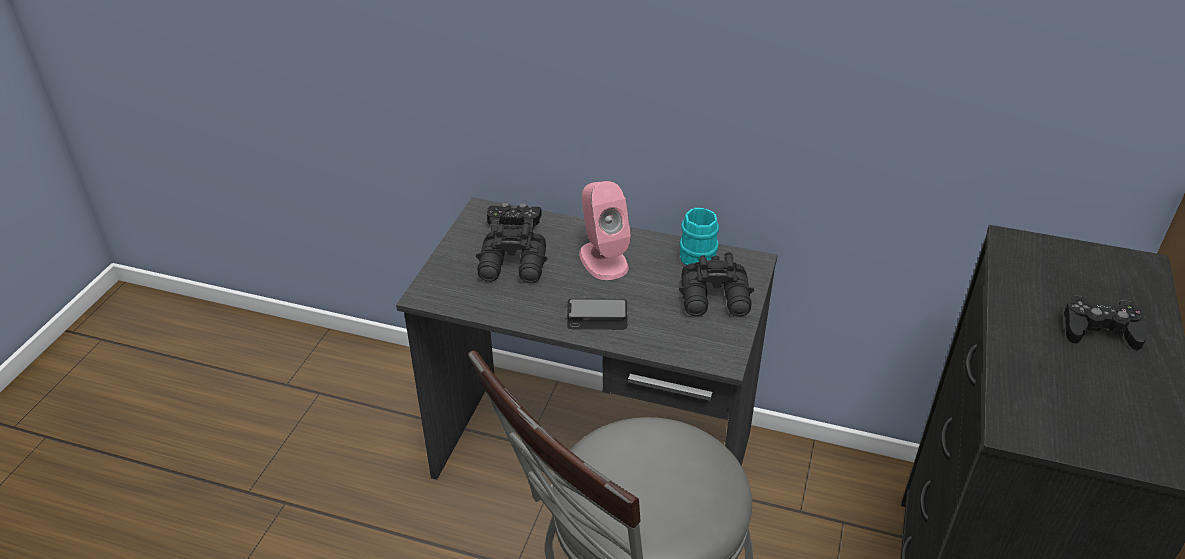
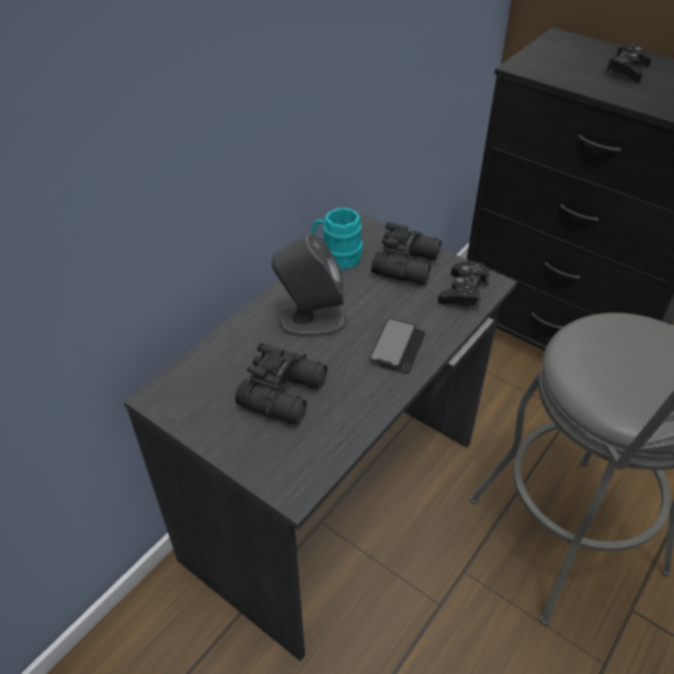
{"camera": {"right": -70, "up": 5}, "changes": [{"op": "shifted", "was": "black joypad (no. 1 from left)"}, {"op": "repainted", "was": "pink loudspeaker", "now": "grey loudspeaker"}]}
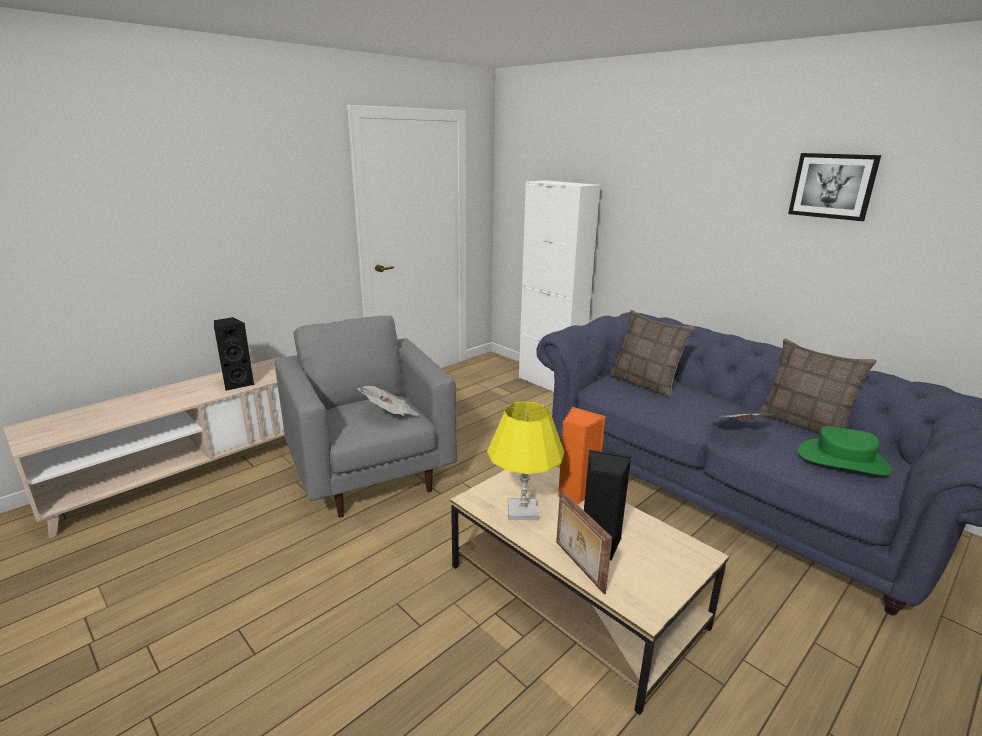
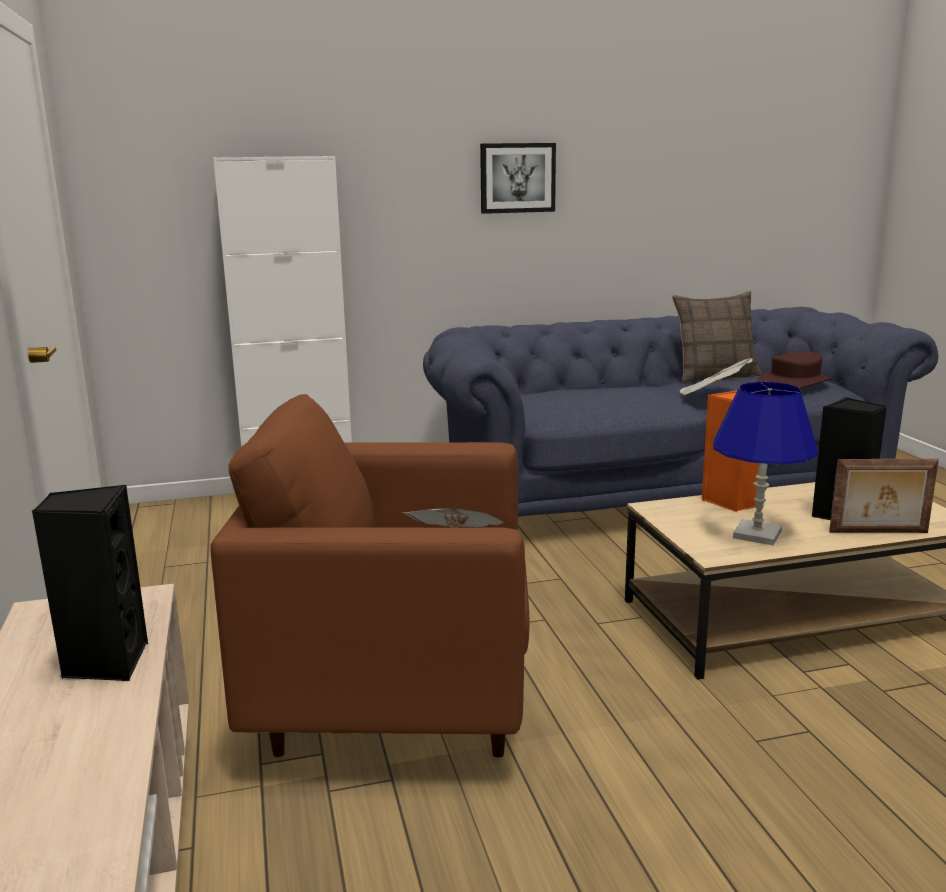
{"camera": {"right": -60, "up": -5}, "changes": [{"op": "gone", "was": "cushion (no. 1 from left)"}, {"op": "shifted", "was": "picture"}, {"op": "repainted", "was": "grey armchair", "now": "brownish armchair"}, {"op": "repainted", "was": "yellow-coloured lamp for a table", "now": "blue lamp for a table"}, {"op": "repainted", "was": "green wearable hat", "now": "brownish wearable hat"}]}
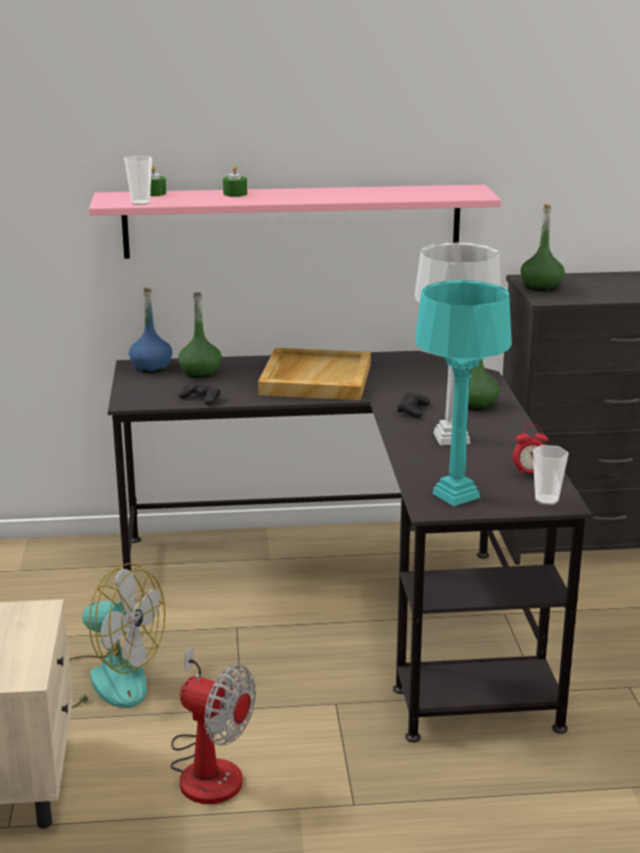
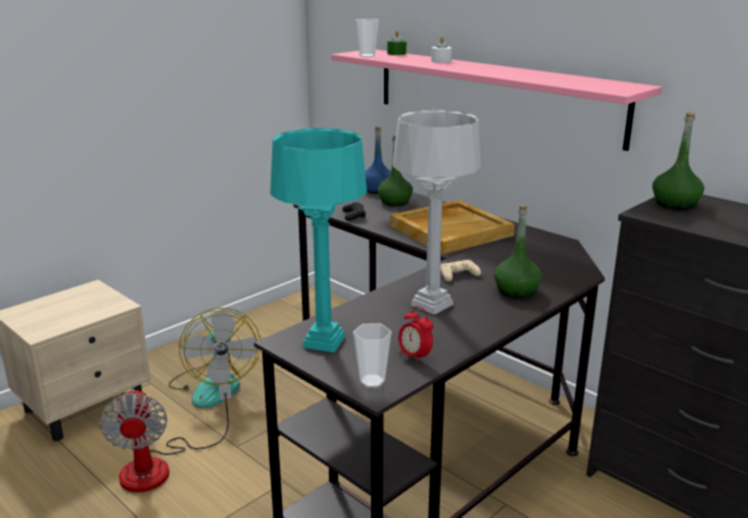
{"camera": {"right": 50, "up": 0}, "changes": [{"op": "repainted", "was": "green wax light (no. 2 from left)", "now": "whitish wax light"}, {"op": "repainted", "was": "black joypad (no. 2 from left)", "now": "beige-coloured joypad"}]}
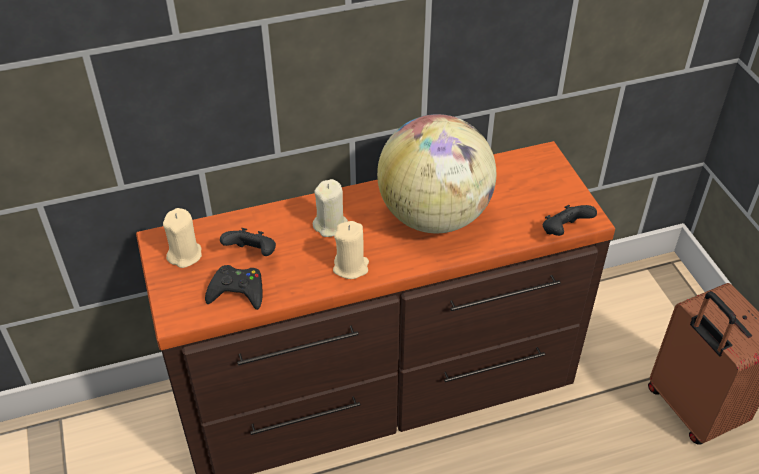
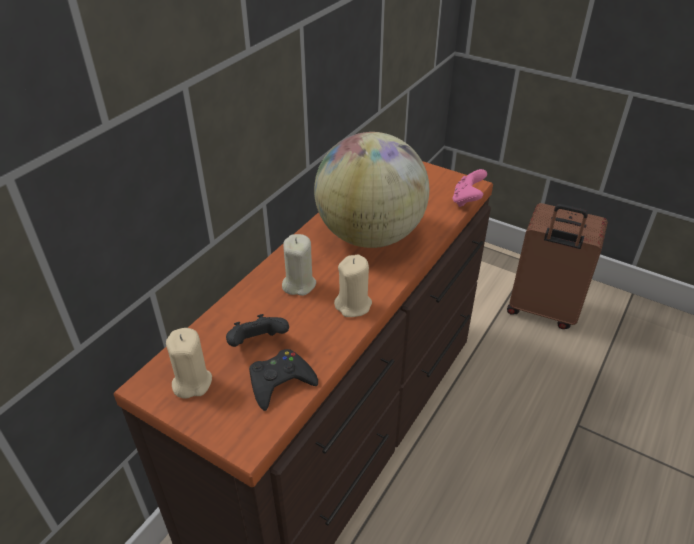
{"camera": {"right": -40, "up": -5}, "changes": [{"op": "repainted", "was": "black joypad (no. 3 from left)", "now": "pink joypad"}]}
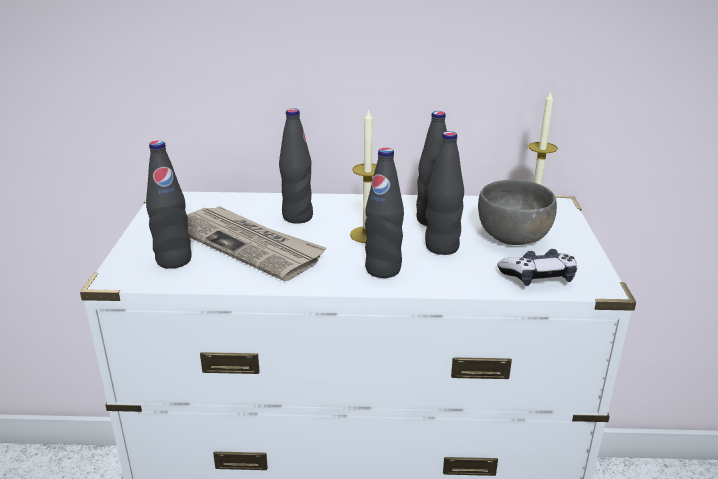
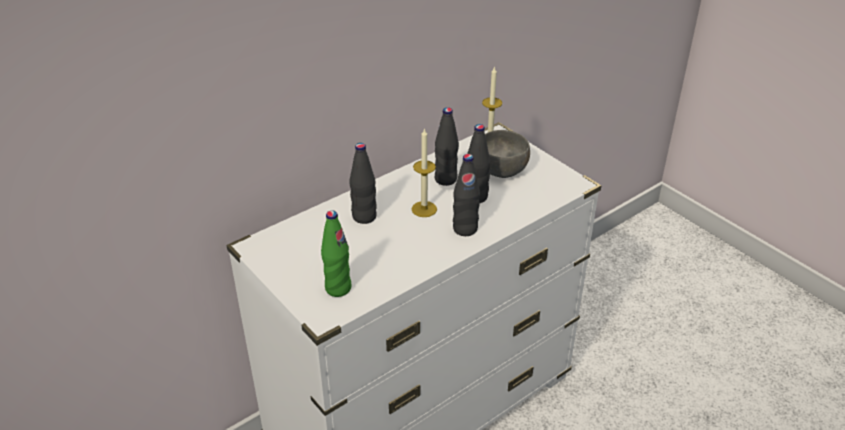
{"camera": {"right": -40, "up": 10}, "changes": [{"op": "gone", "was": "daily paper"}, {"op": "gone", "was": "joypad"}, {"op": "repainted", "was": "black bottle (no. 1 from left)", "now": "green bottle"}]}
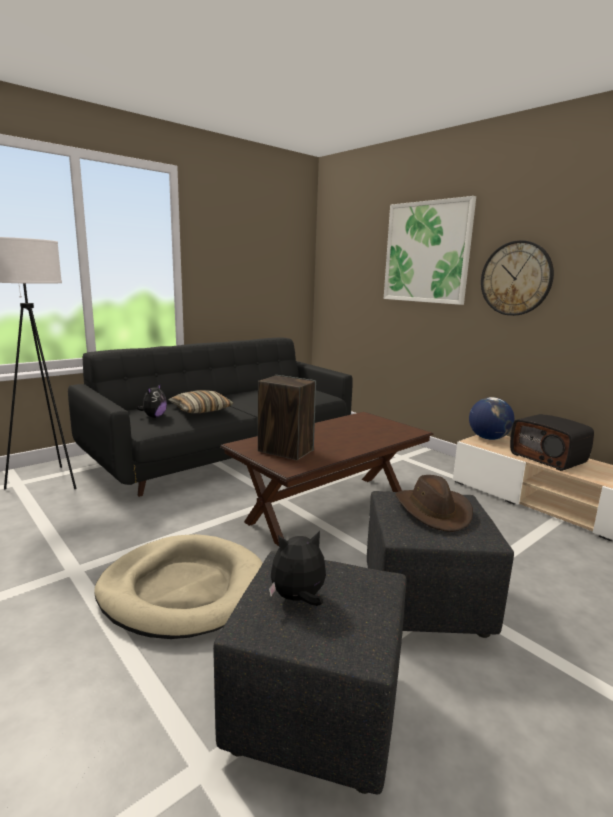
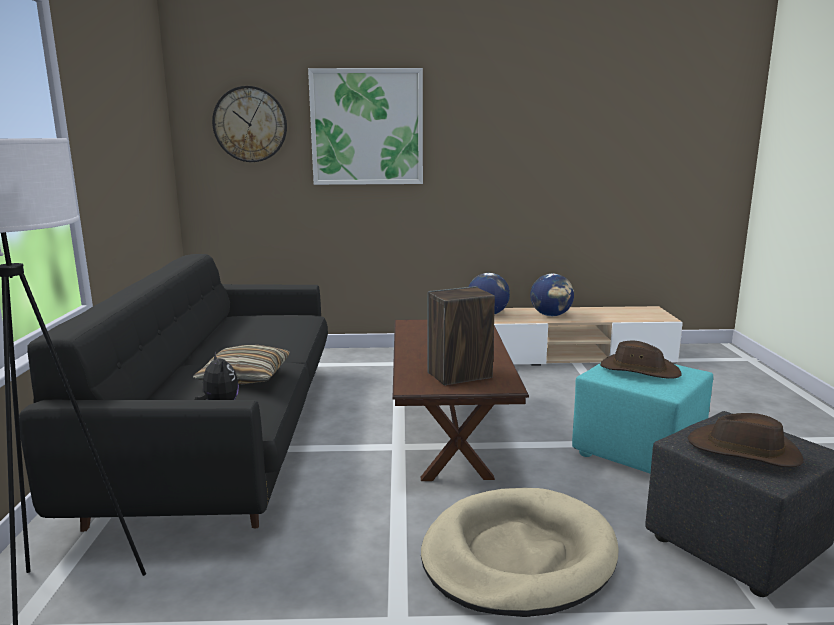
{"camera": {"right": -50, "up": 0}, "changes": [{"op": "shifted", "was": "clock on the wall"}, {"op": "swapped", "was": "cuddly toy (no. 2 from left)", "now": "brownish wearable hat (no. 2 from left)"}, {"op": "swapped", "was": "radio", "now": "world globe (no. 2 from left)"}, {"op": "repainted", "was": "black pouffe (no. 2 from left)", "now": "turquoise pouffe"}]}
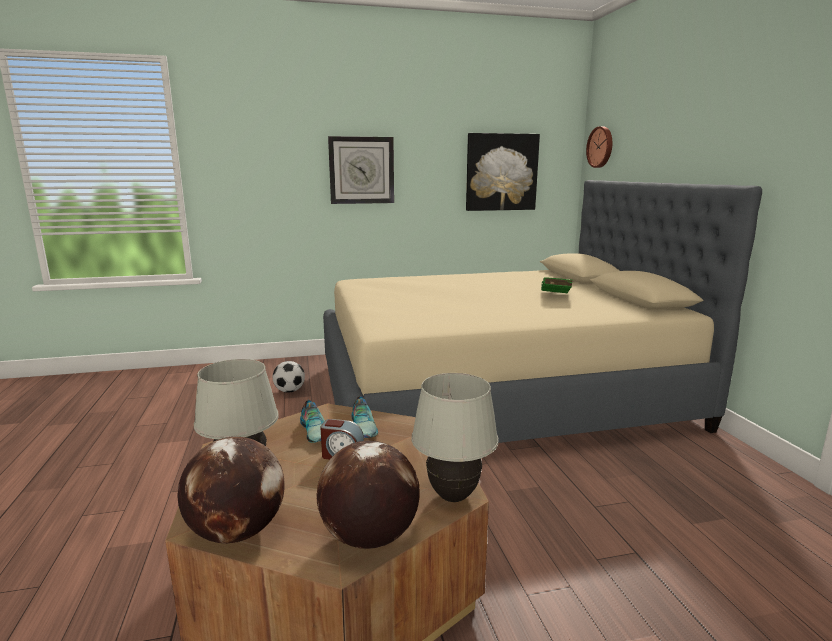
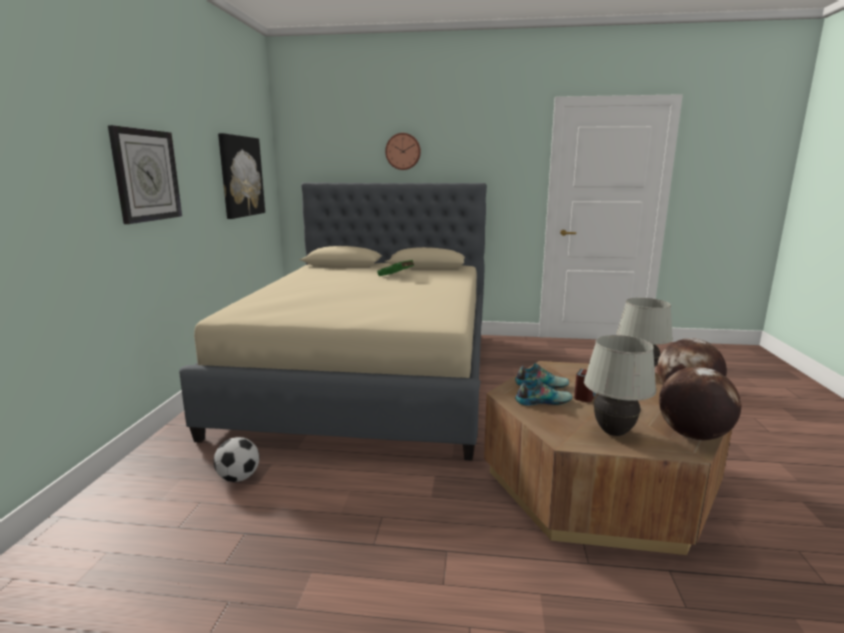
{"camera": {"right": -70, "up": 0}, "changes": [{"op": "shifted", "was": "clock on the wall (no. 2 from left)"}]}
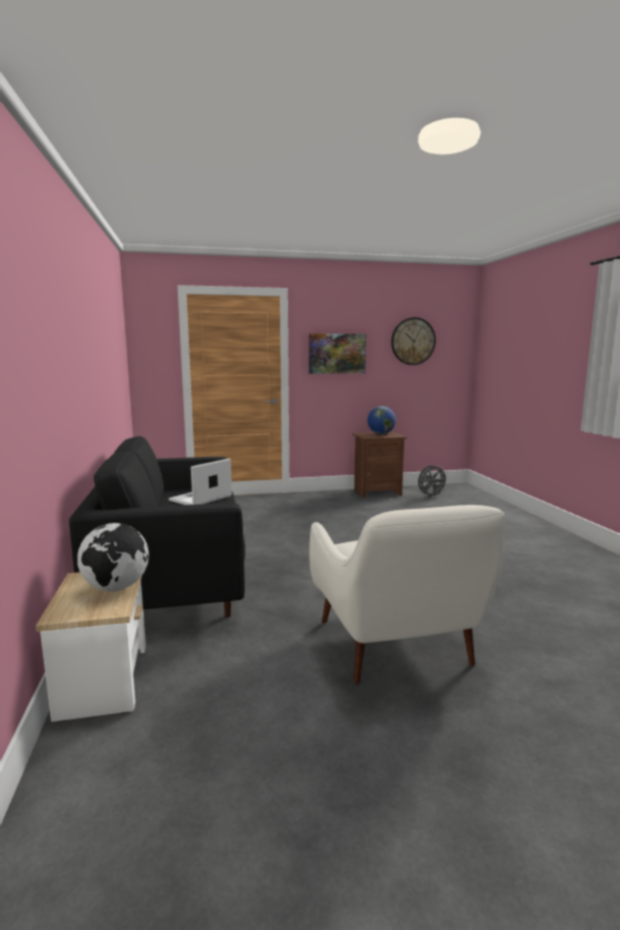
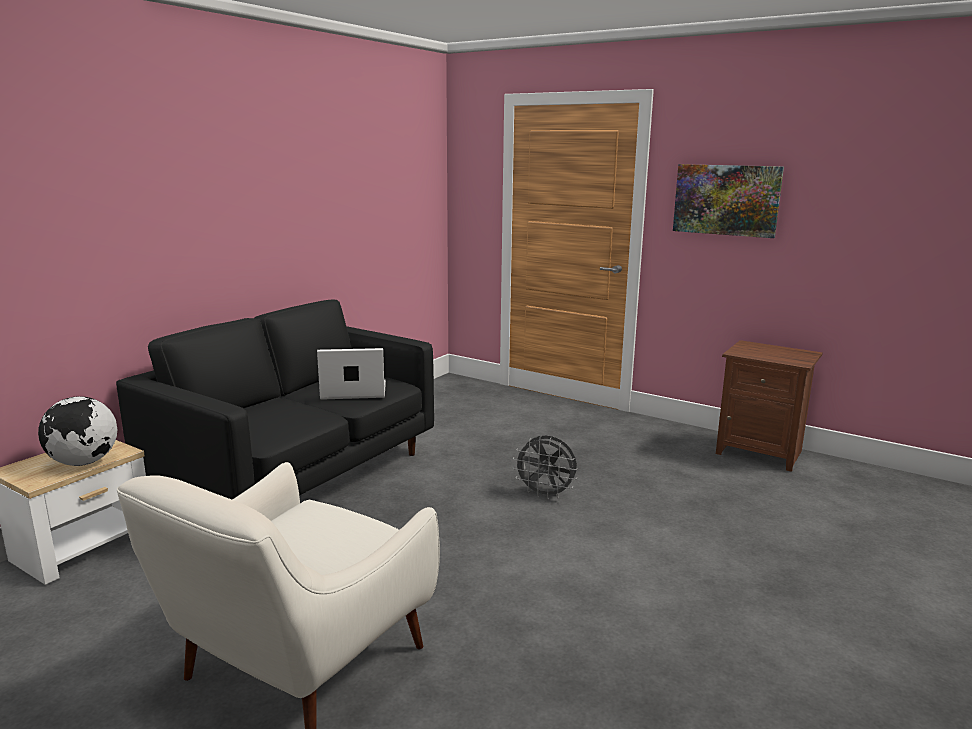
{"camera": {"right": 45, "up": 5}, "changes": [{"op": "gone", "was": "world globe (no. 2 from left)"}, {"op": "gone", "was": "clock on the wall"}, {"op": "shifted", "was": "grey fan"}]}
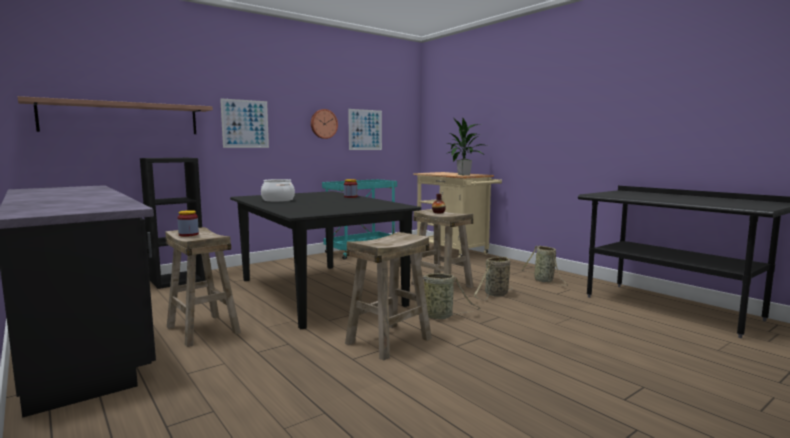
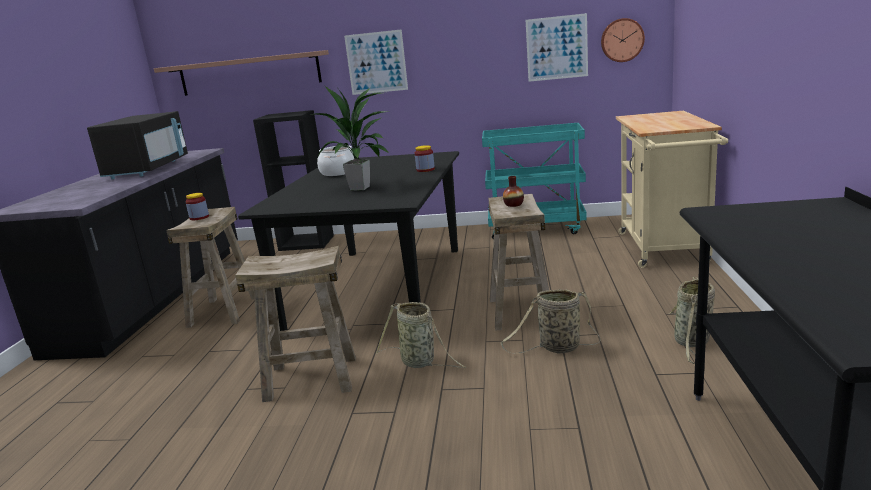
{"camera": {"right": 45, "up": 10}, "changes": [{"op": "new", "now": "black kitchen microwave"}, {"op": "shifted", "was": "clock on the wall"}, {"op": "shifted", "was": "plant in a pot"}]}
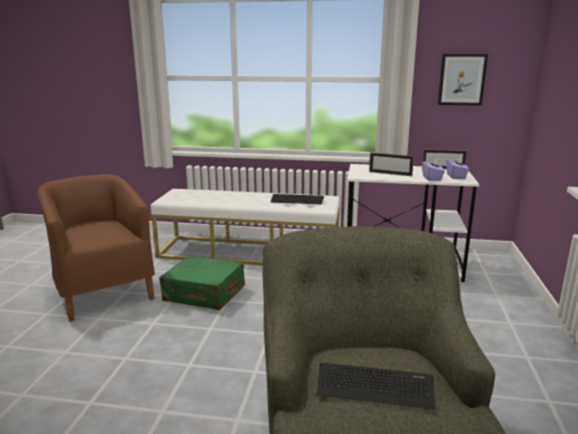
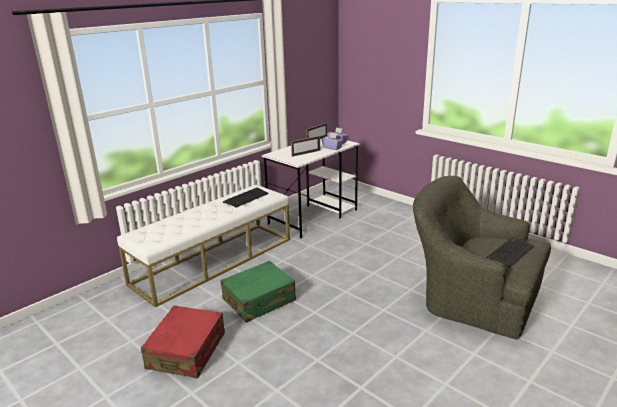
{"camera": {"right": -55, "up": 5}, "changes": [{"op": "gone", "was": "picture"}, {"op": "swapped", "was": "brownish armchair", "now": "red travel case"}]}
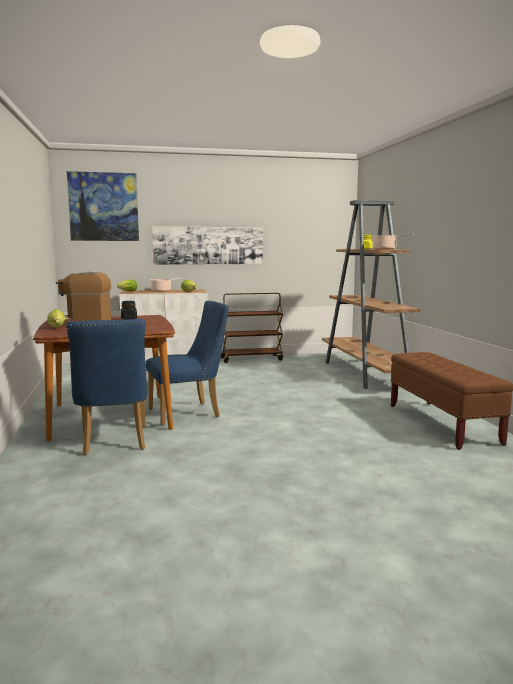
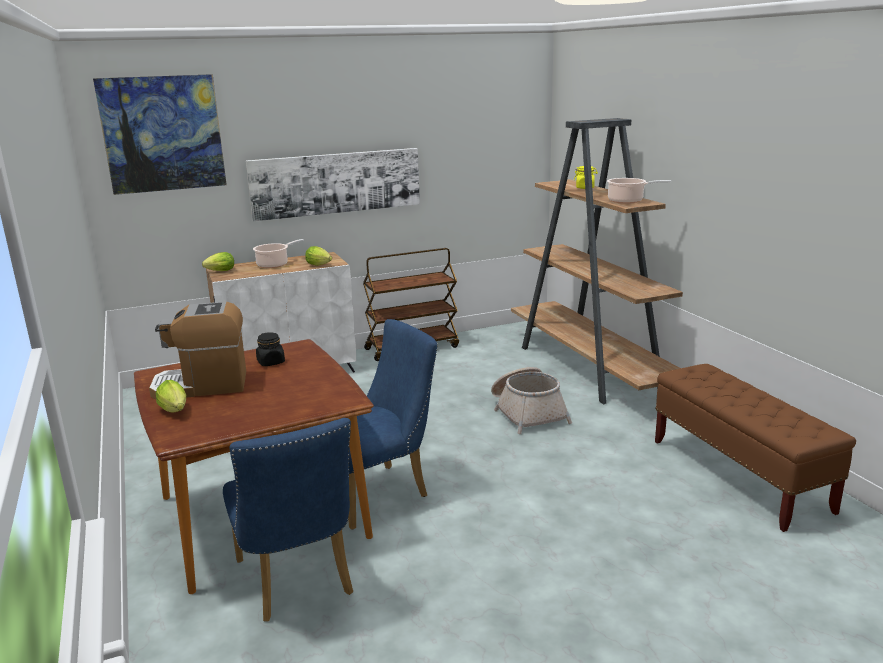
{"camera": {"right": -10, "up": 10}, "changes": [{"op": "new", "now": "basket"}]}
